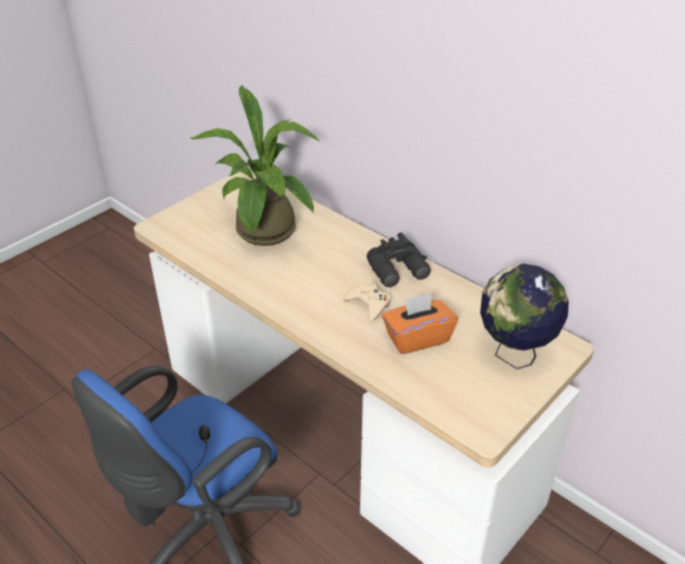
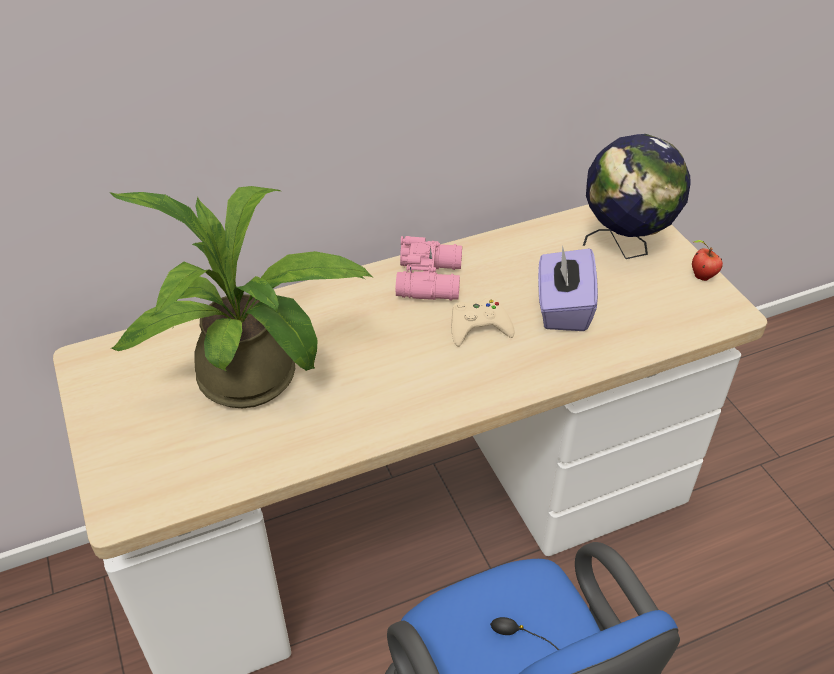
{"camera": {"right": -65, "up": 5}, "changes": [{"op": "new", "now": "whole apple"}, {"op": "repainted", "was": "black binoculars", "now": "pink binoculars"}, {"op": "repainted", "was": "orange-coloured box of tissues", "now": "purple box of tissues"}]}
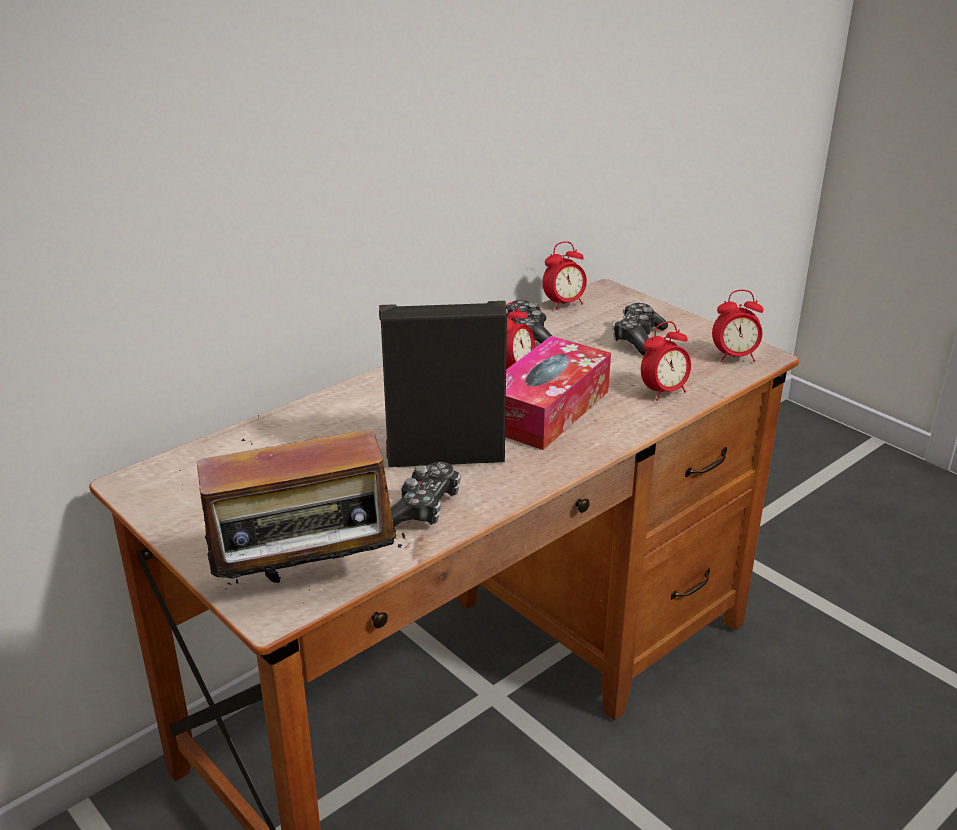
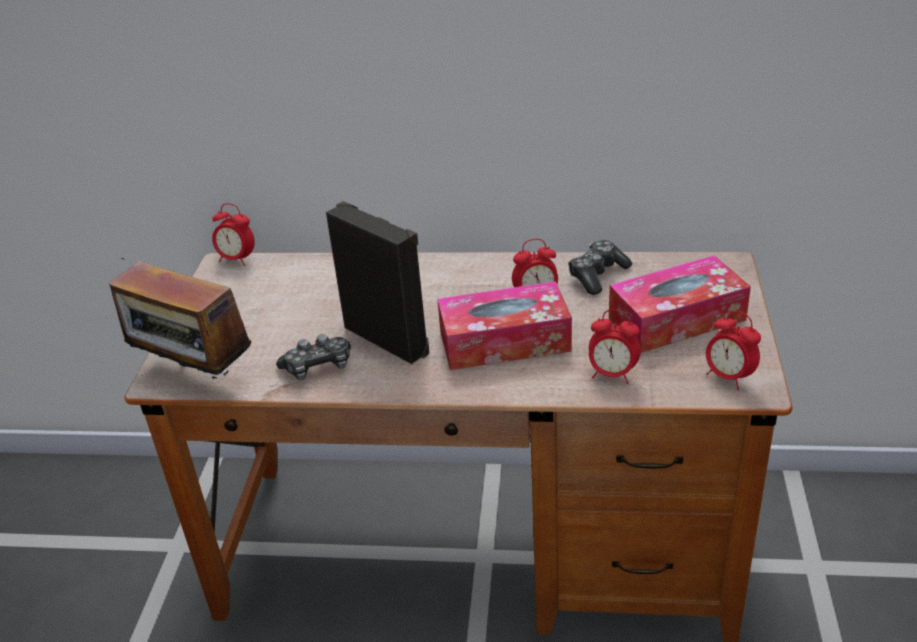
{"camera": {"right": 50, "up": 5}, "changes": [{"op": "shifted", "was": "alarm clock (no. 2 from left in the first image)", "now": "alarm clock (no. 1 from left)"}, {"op": "swapped", "was": "joypad (no. 3 from left)", "now": "box of tissues (no. 2 from left)"}]}
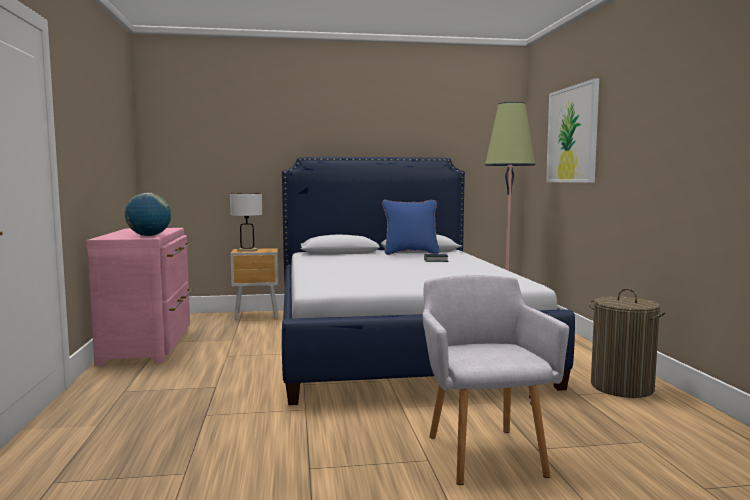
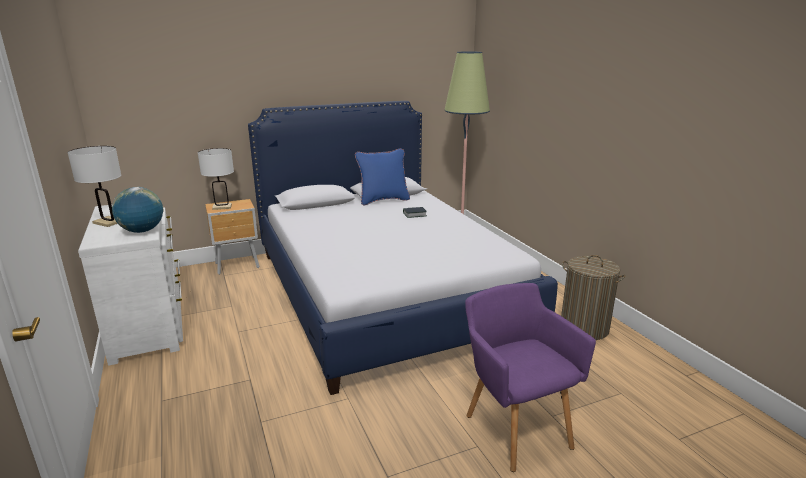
{"camera": {"right": -15, "up": 15}, "changes": [{"op": "gone", "was": "picture"}, {"op": "new", "now": "whitish lamp for a table (no. 1 from left)"}, {"op": "repainted", "was": "pink chest of drawers", "now": "whitish chest of drawers"}, {"op": "repainted", "was": "grey armchair", "now": "purple armchair"}]}
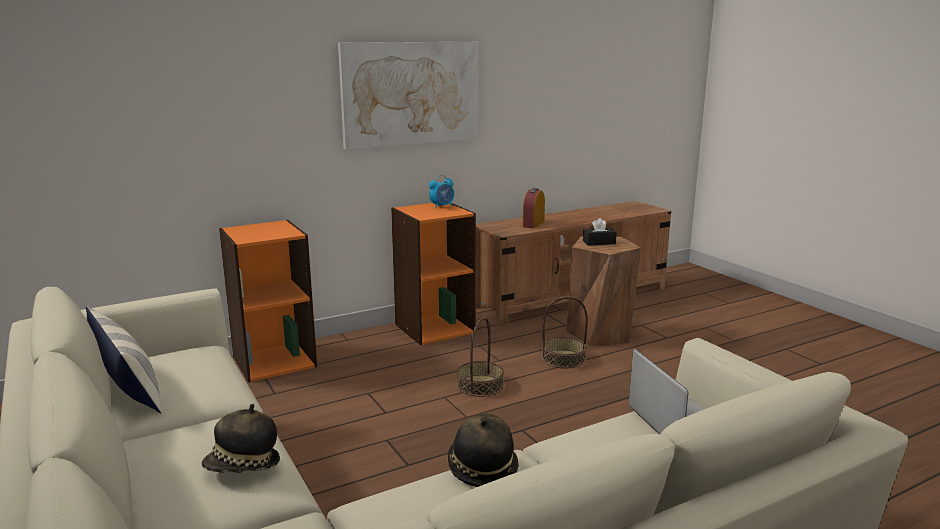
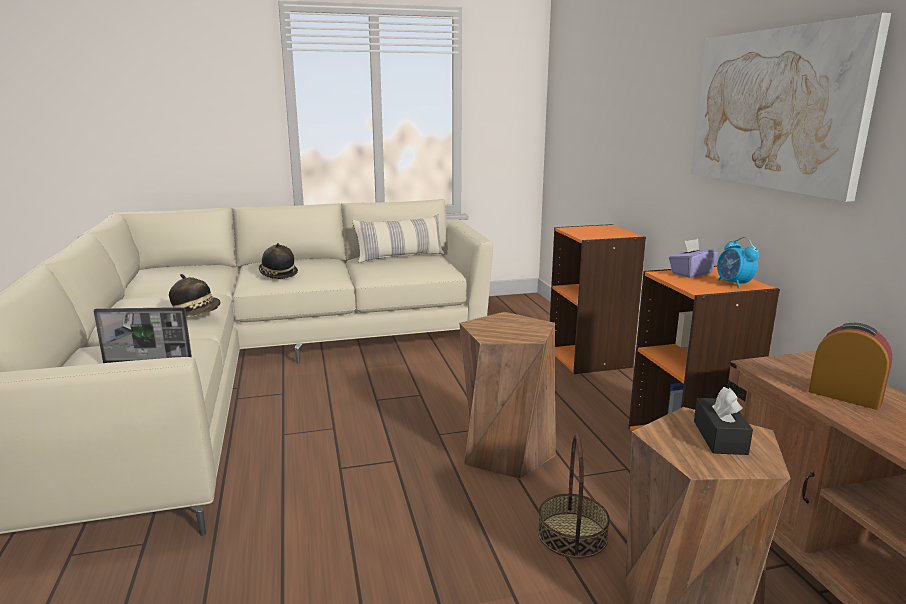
{"camera": {"right": 105, "up": 0}, "changes": [{"op": "new", "now": "purple box of tissues"}, {"op": "swapped", "was": "basket (no. 1 from left)", "now": "brownish stool seat (no. 1 from left)"}]}
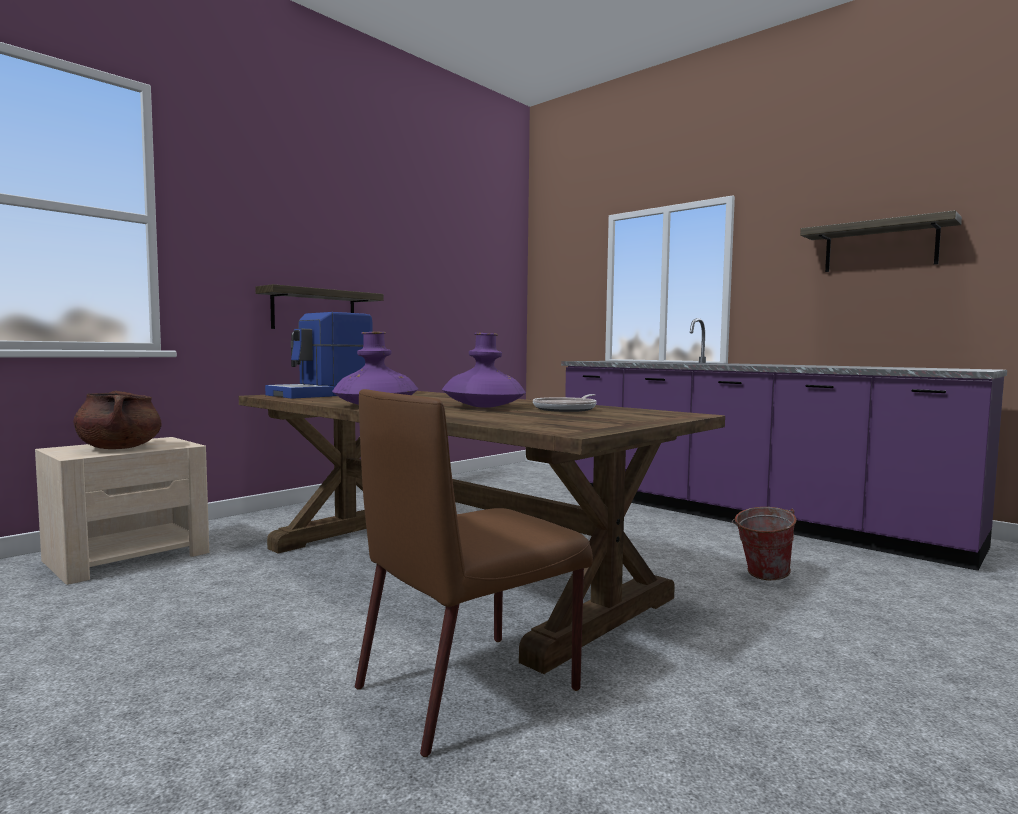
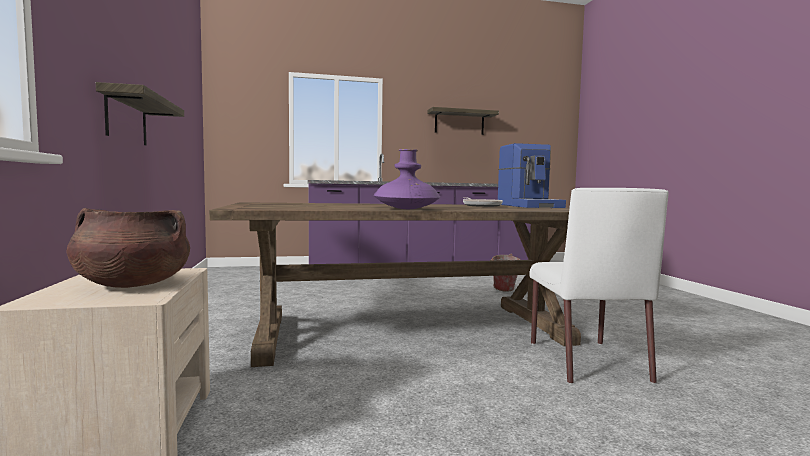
{"camera": {"right": -55, "up": 0}, "changes": [{"op": "gone", "was": "purple decorative vase (no. 2 from left)"}, {"op": "shifted", "was": "coffee maker"}, {"op": "repainted", "was": "brownish chair", "now": "whitish chair"}]}
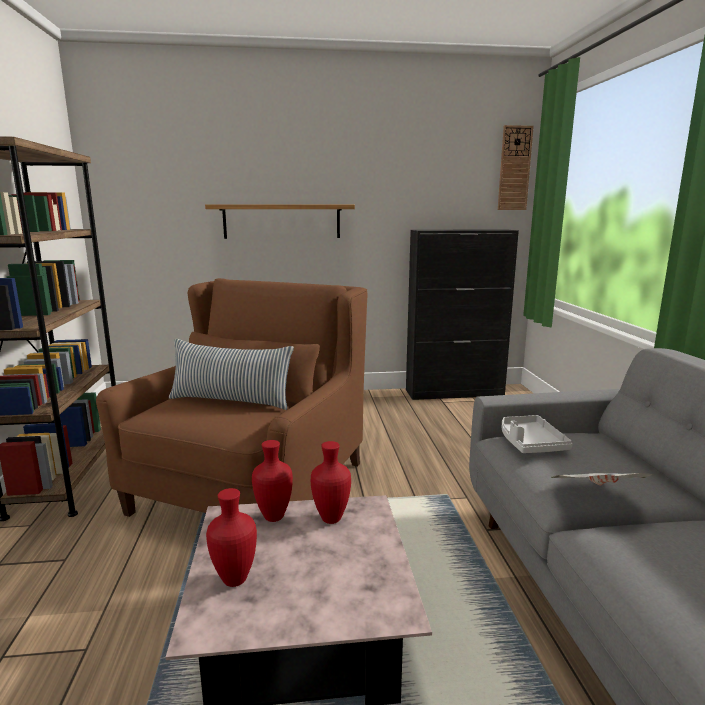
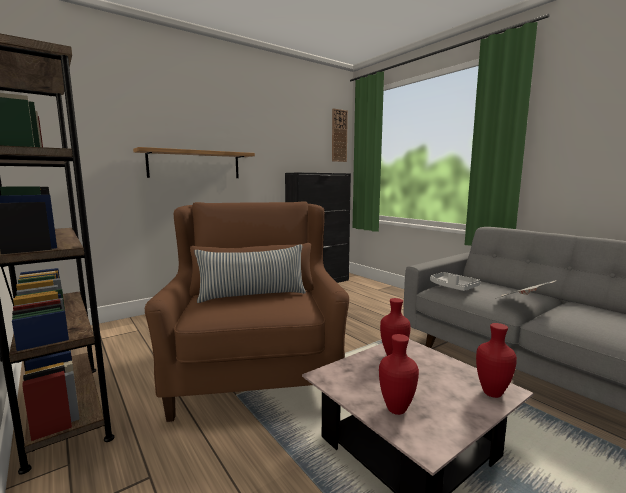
{"camera": {"right": -30, "up": -5}, "changes": [{"op": "shifted", "was": "red decorative vase (no. 2 from left in the first image)", "now": "red decorative vase (no. 3 from left)"}]}
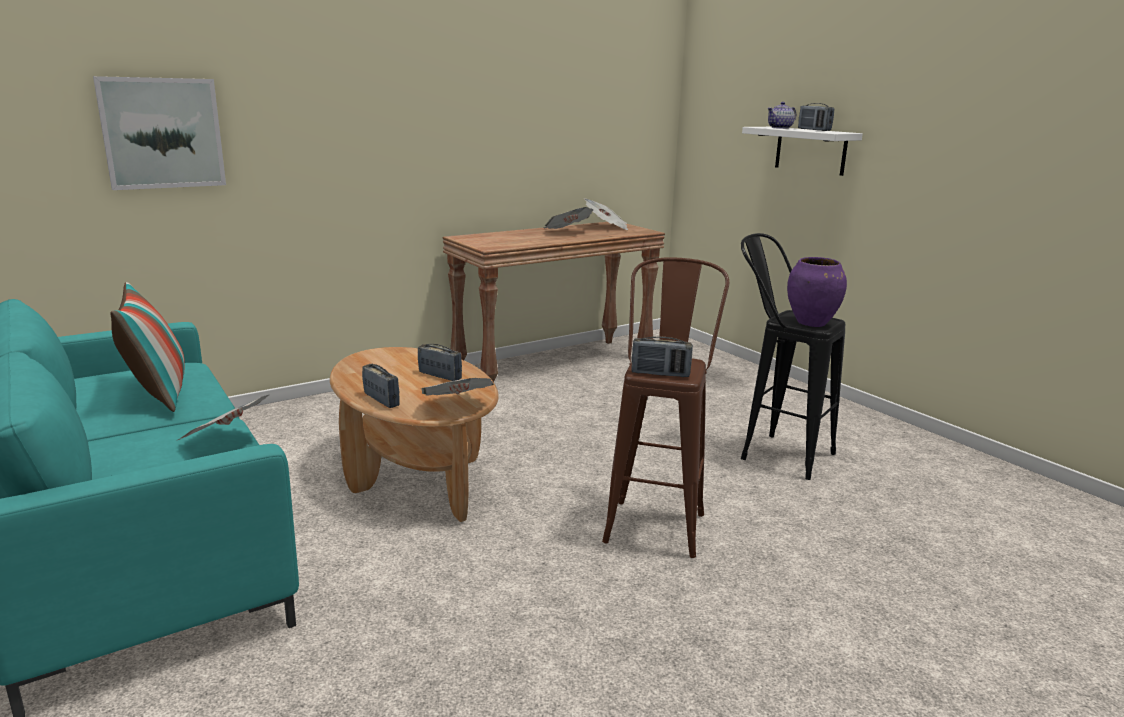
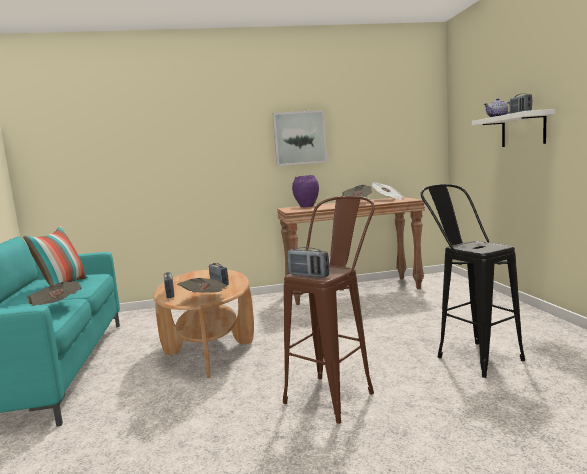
{"camera": {"right": 25, "up": -10}, "changes": [{"op": "shifted", "was": "picture"}, {"op": "shifted", "was": "purple decorative vase"}]}
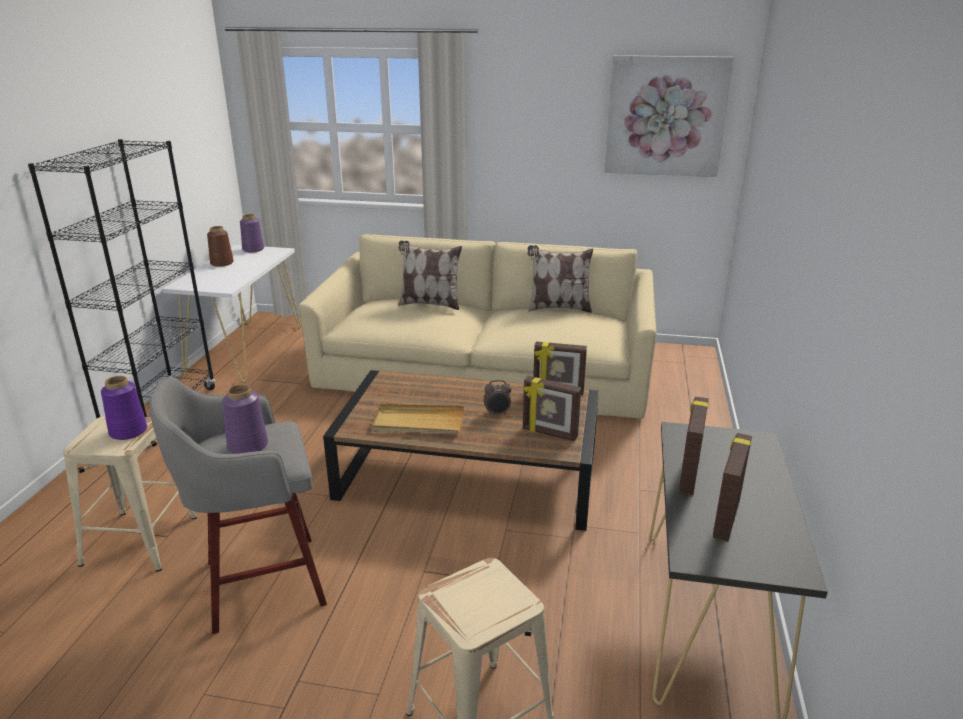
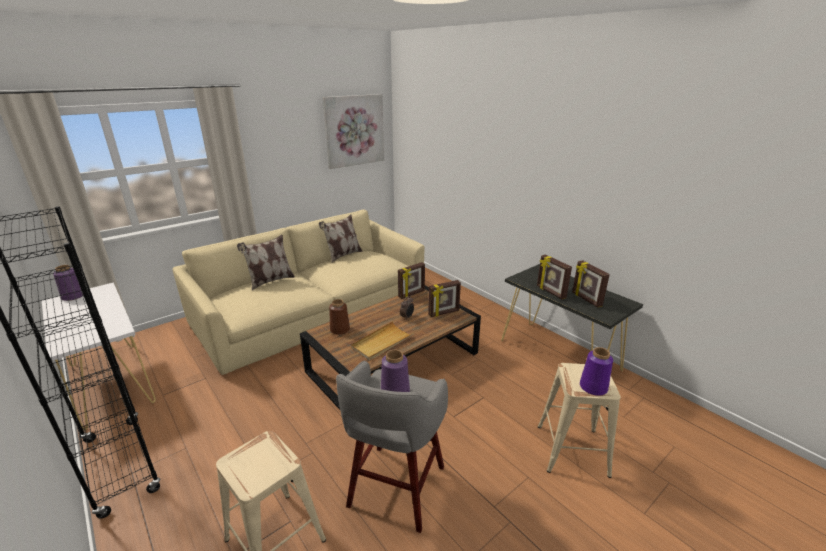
{"camera": {"right": -50, "up": 0}, "changes": [{"op": "shifted", "was": "purple decorative vase (no. 1 from left in the first image)", "now": "purple decorative vase (no. 3 from left)"}, {"op": "shifted", "was": "brownish decorative vase"}]}
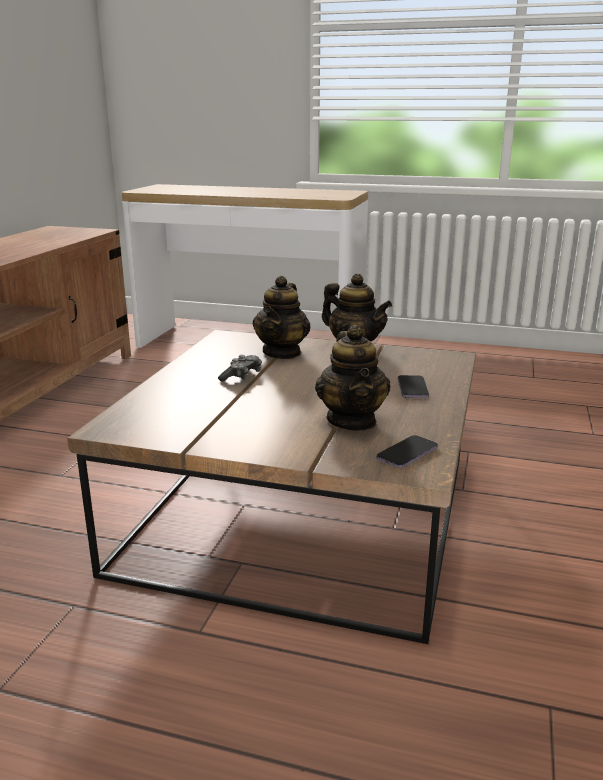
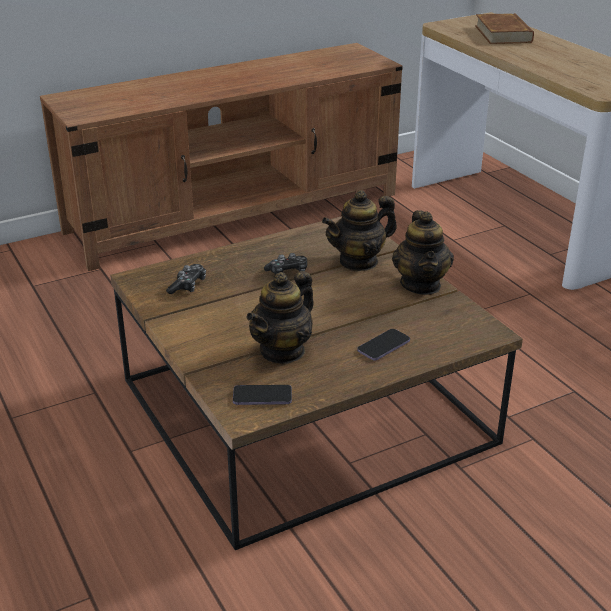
{"camera": {"right": 45, "up": 10}, "changes": [{"op": "new", "now": "joypad (no. 1 from left)"}, {"op": "new", "now": "brownish volume"}]}
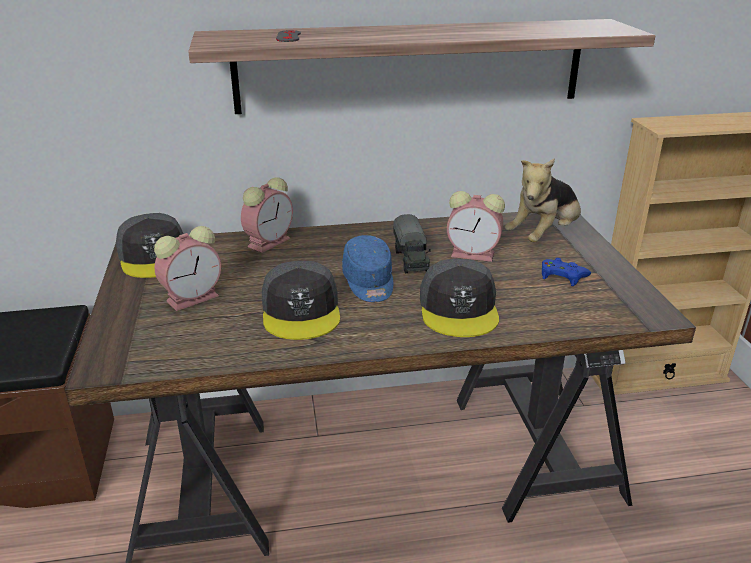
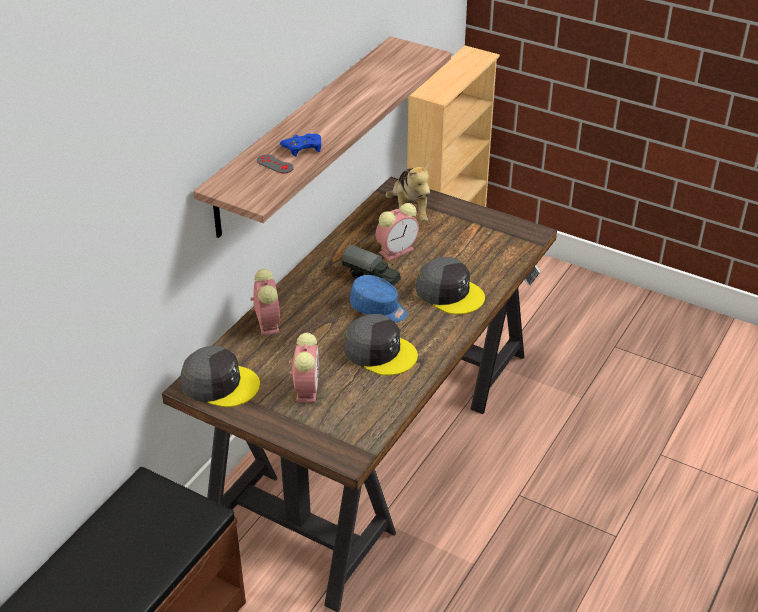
{"camera": {"right": -50, "up": 10}, "changes": [{"op": "shifted", "was": "blue joypad"}]}
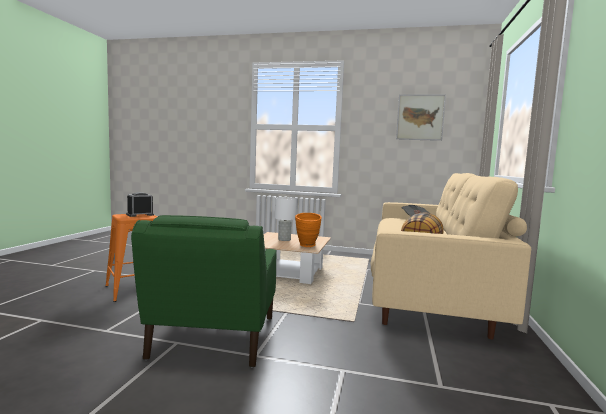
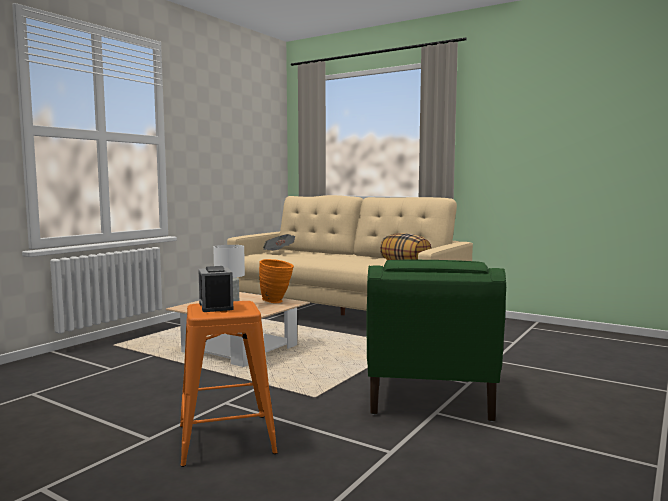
{"camera": {"right": -70, "up": 0}, "changes": [{"op": "gone", "was": "picture"}, {"op": "rotated", "was": "green armchair", "clockwise": 75}]}
